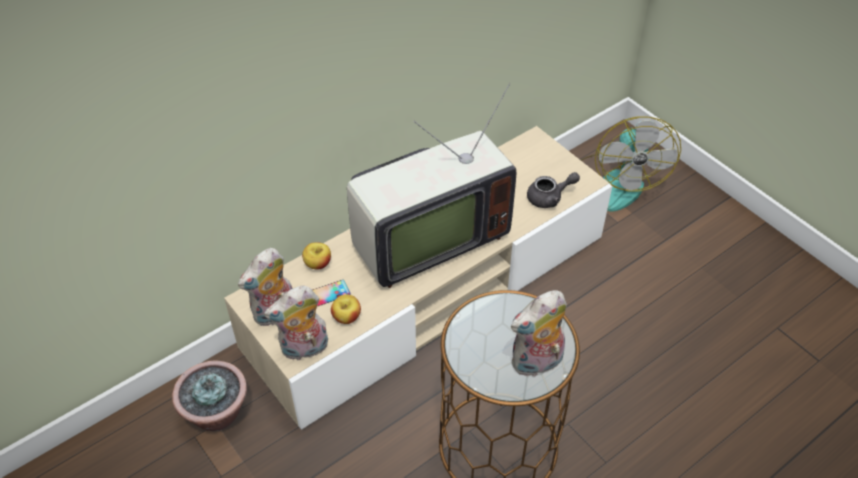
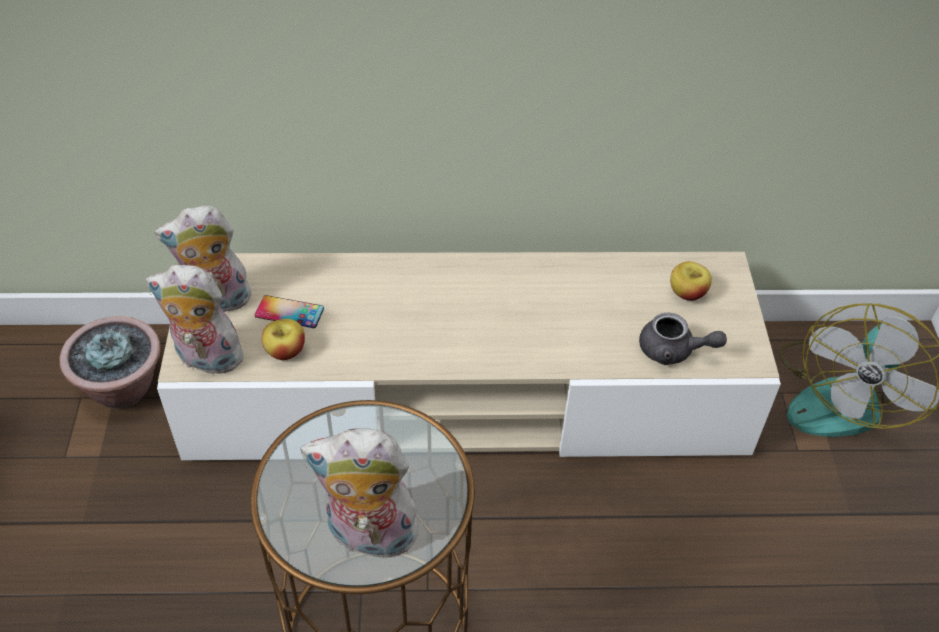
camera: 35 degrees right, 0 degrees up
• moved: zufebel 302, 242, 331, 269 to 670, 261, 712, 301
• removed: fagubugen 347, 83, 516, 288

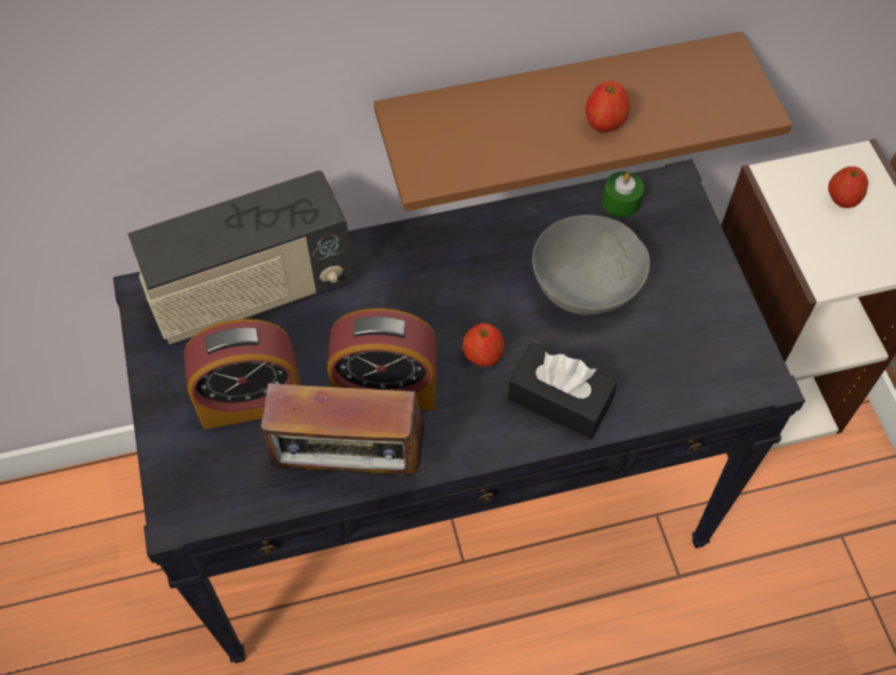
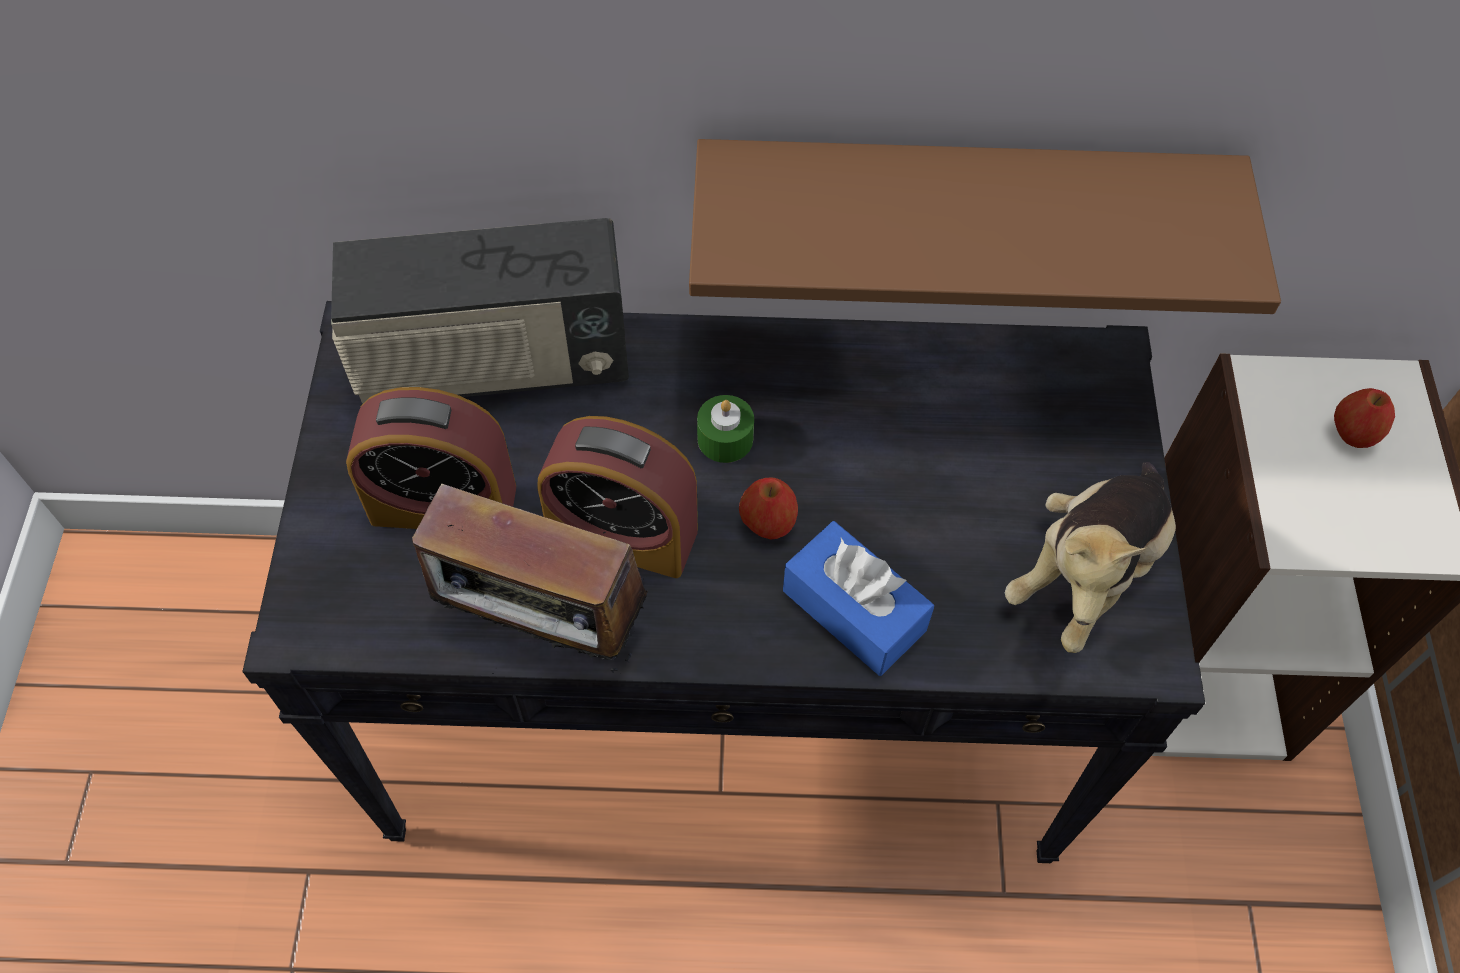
camera: 15 degrees right, 0 degrees up
• recoloured: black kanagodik 508, 342, 617, 439 to blue kanagodik 783, 521, 934, 676
• removed: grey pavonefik 532, 215, 650, 315
• removed: zufebel 585, 81, 630, 132
• moved: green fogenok 602, 172, 644, 218 to 697, 395, 754, 463
• added: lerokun 1005, 462, 1176, 653

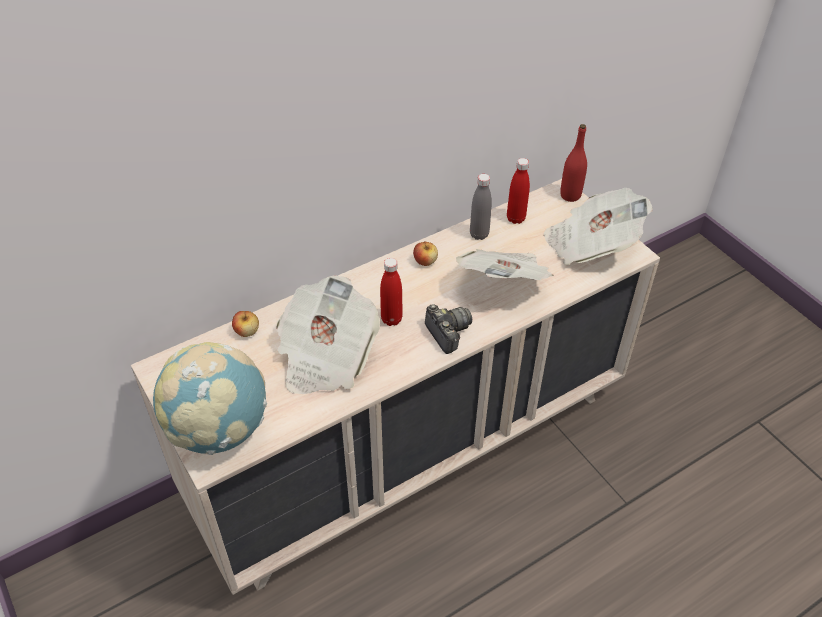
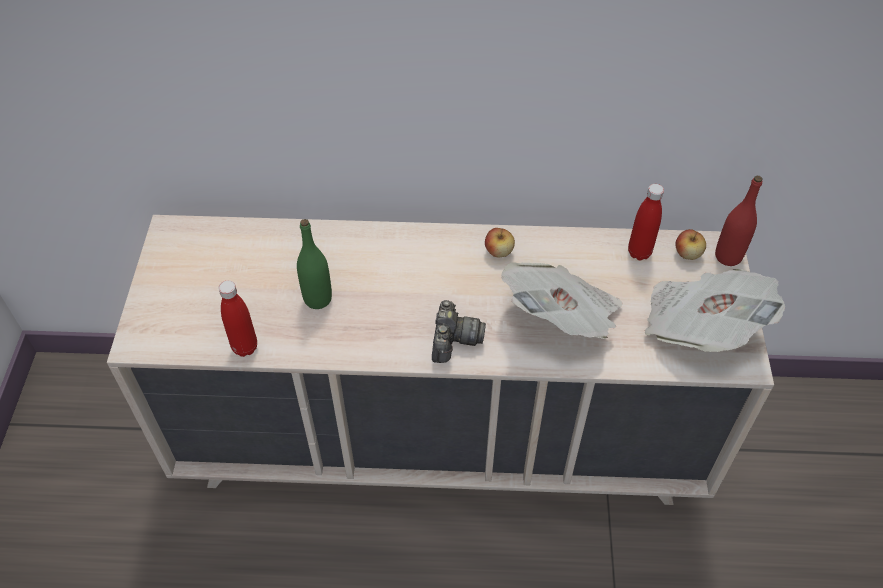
camera: 35 degrees right, 5 degrees up
• removed: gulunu 153, 342, 267, 455
• moved: zufebel 232, 311, 259, 337 to 675, 229, 706, 260
• replaced: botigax 276, 275, 380, 394 to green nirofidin 297, 219, 332, 309
• moved: red nirofidin 380, 258, 403, 326 to 218, 280, 257, 357
• removed: grey nirofidin 470, 174, 492, 240

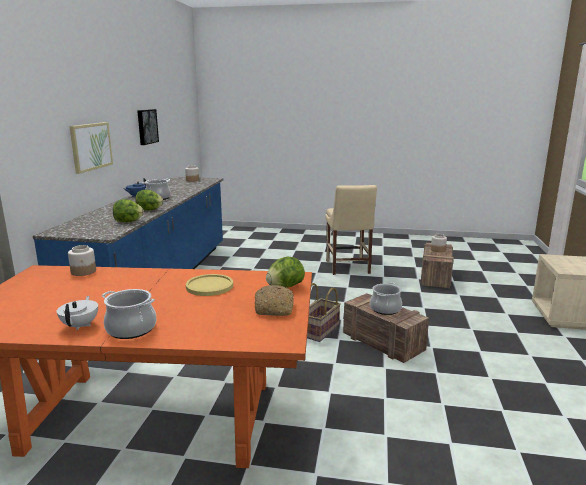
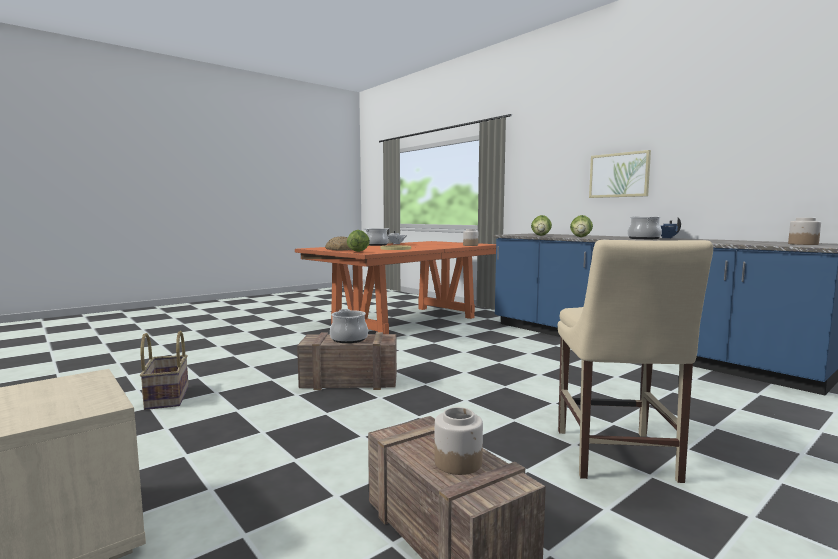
camera: 130 degrees right, 10 degrees down
• removed: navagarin 137, 109, 159, 145
• moved: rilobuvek 307, 283, 341, 342 to 140, 331, 189, 410
• turned: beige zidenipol 325, 185, 377, 275 = 558, 240, 713, 483 120 degrees counterclockwise

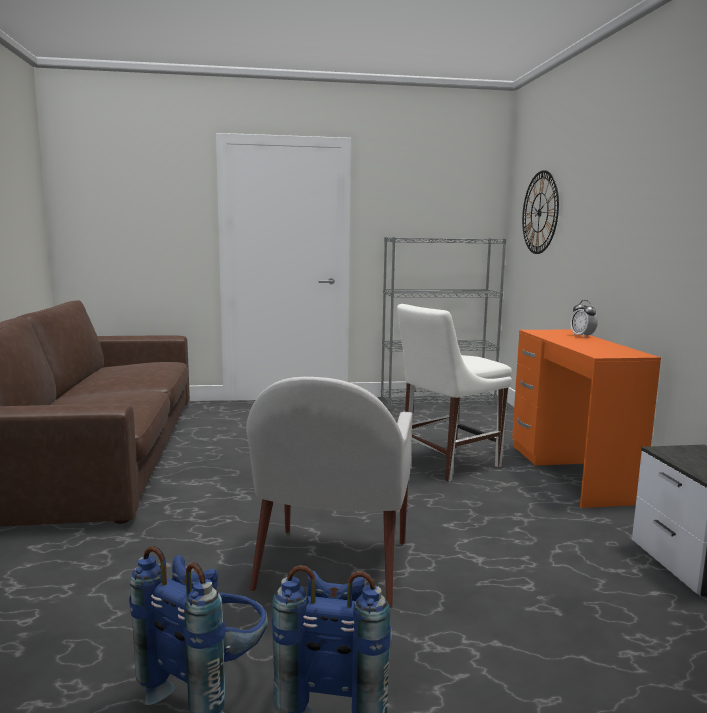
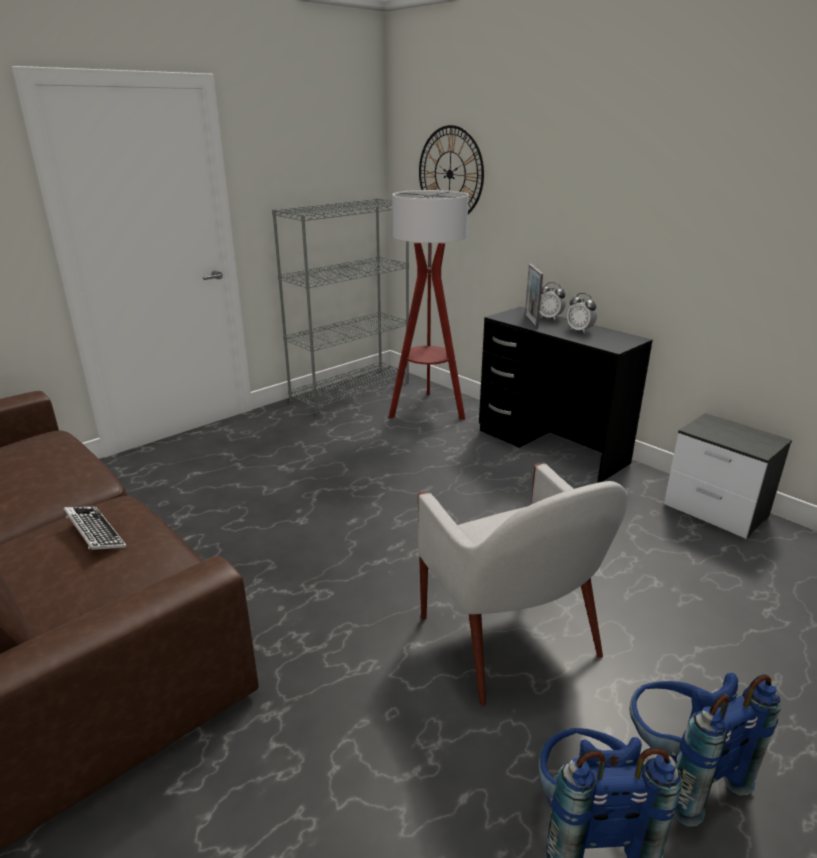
camera: 35 degrees left, 15 degrees up
• removed: white zidenipol 397, 304, 512, 482
• recoloured: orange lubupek 512, 329, 661, 508 to black lubupek 479, 307, 653, 483
• added: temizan 64, 507, 127, 550
• added: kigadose 389, 190, 469, 420
• added: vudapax 525, 264, 543, 328
• added: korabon 567, 293, 597, 333

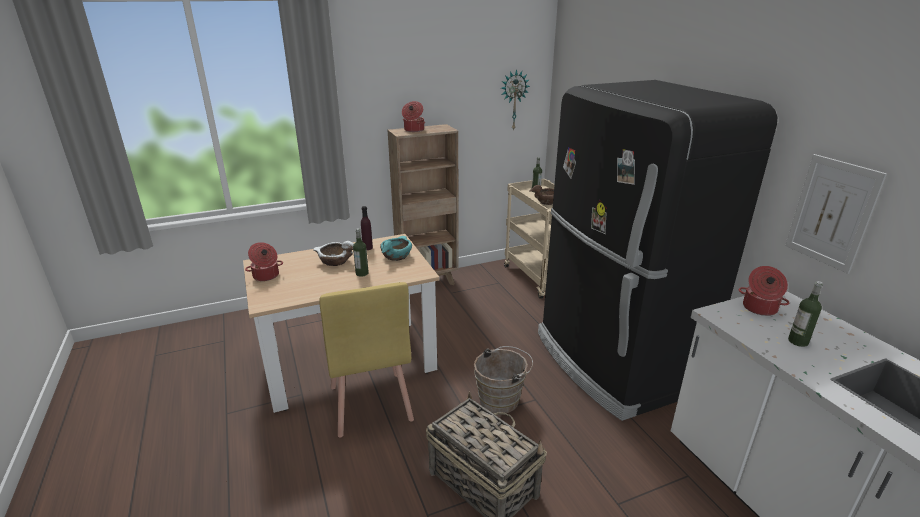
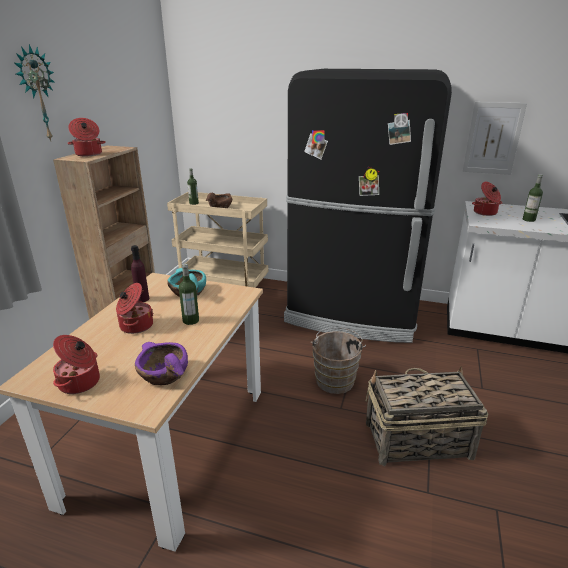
camera: 50 degrees left, 0 degrees up
• replaced: white pavonefik 313, 241, 354, 266 to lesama 116, 283, 154, 334
• removed: yellow zidenipol 319, 282, 414, 438
• moved: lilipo 501, 69, 530, 131 to 15, 44, 55, 141
• added: purple pavonefik 135, 342, 188, 385

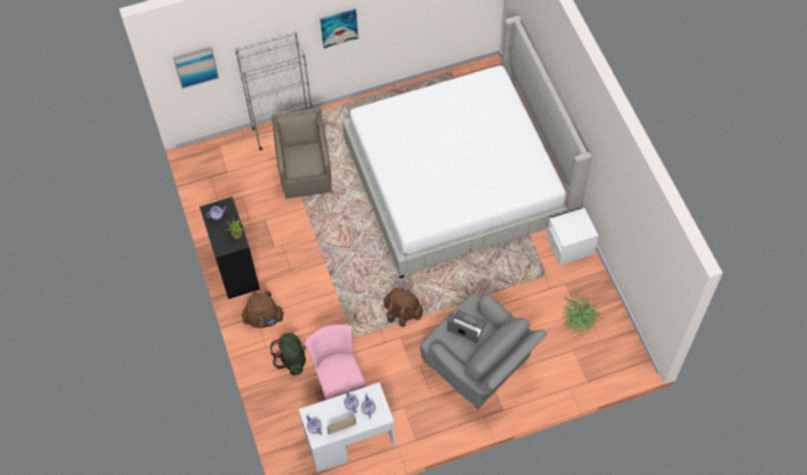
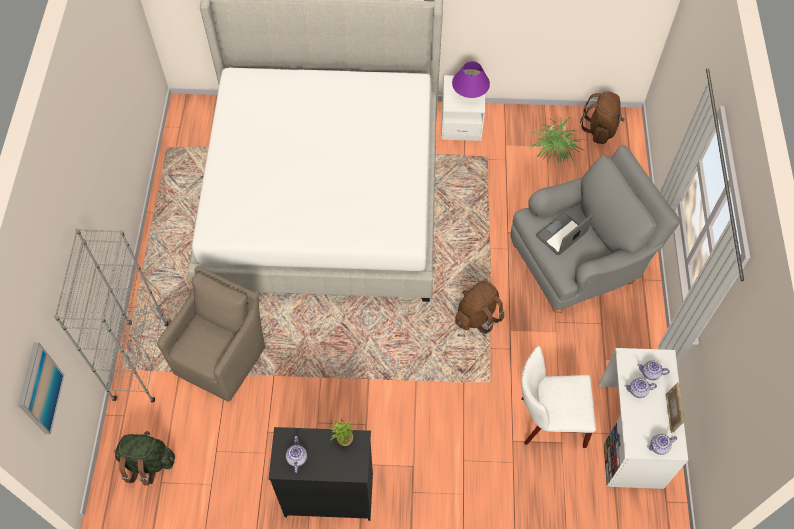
camera: 70 degrees left, 0 degrees up
• moved: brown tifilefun 242, 291, 284, 328 to 580, 91, 625, 144
• moved: green tifilefun 270, 333, 307, 376 to 114, 431, 175, 485
• turned: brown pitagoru 271, 108, 332, 199 = 157, 266, 265, 402 105 degrees clockwise
• recoloured: pink zidenipol 305, 324, 367, 400 to white zidenipol 521, 346, 596, 448
• removed: navagarin 320, 9, 358, 48
• added: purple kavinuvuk 452, 61, 490, 98

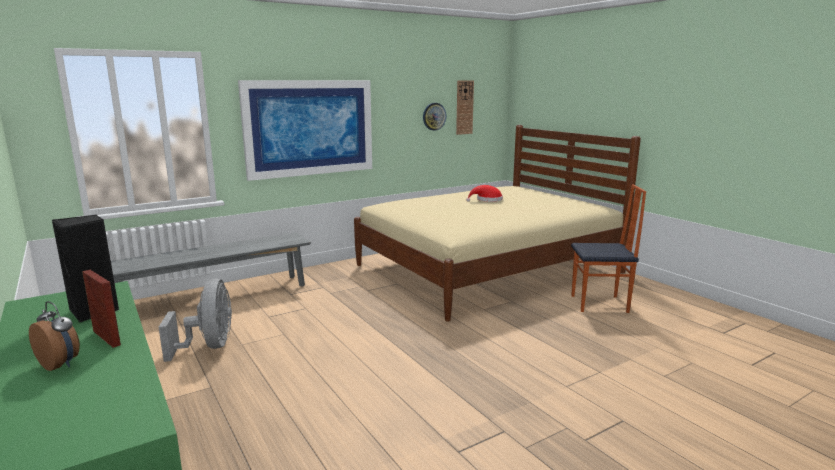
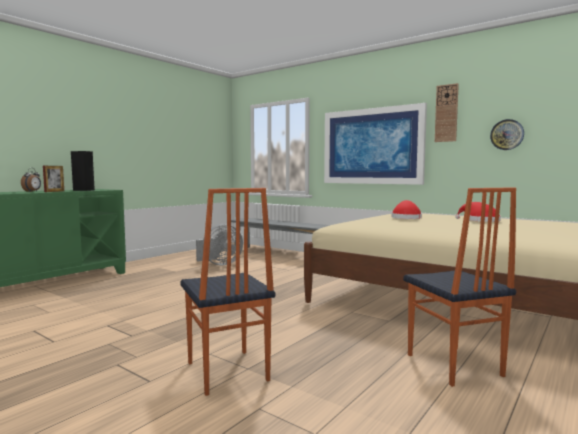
camera: 70 degrees right, 10 degrees down
• moved: lilipo 456, 81, 474, 135 to 435, 83, 459, 142
• added: zidenipol 180, 188, 275, 396
• added: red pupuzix 392, 200, 422, 219

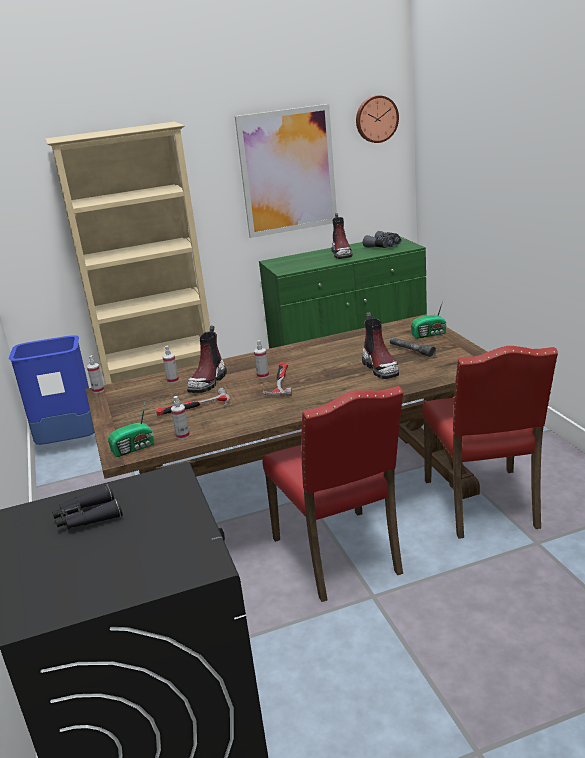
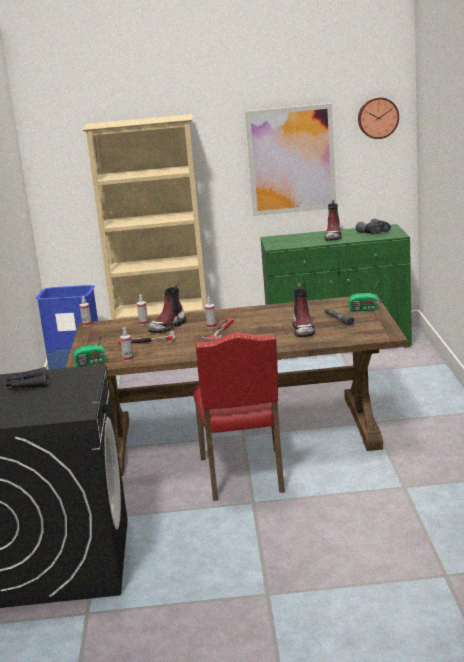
camera: 15 degrees right, 5 degrees down
• removed: red zidenipol 422, 346, 558, 539

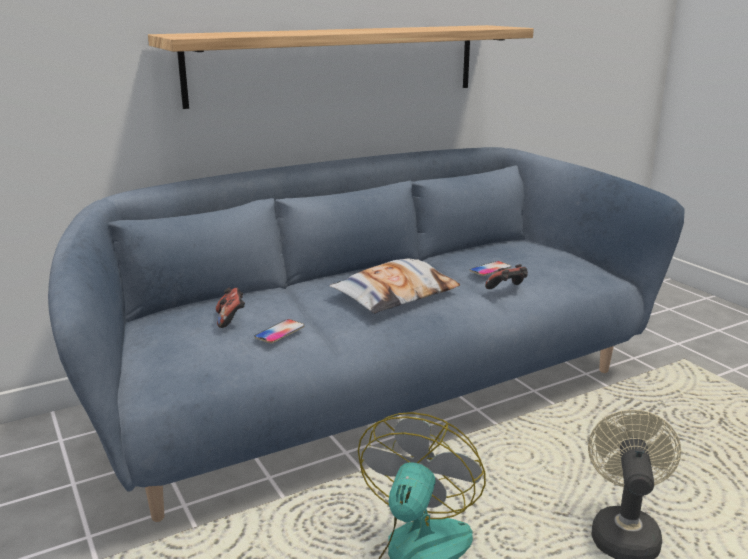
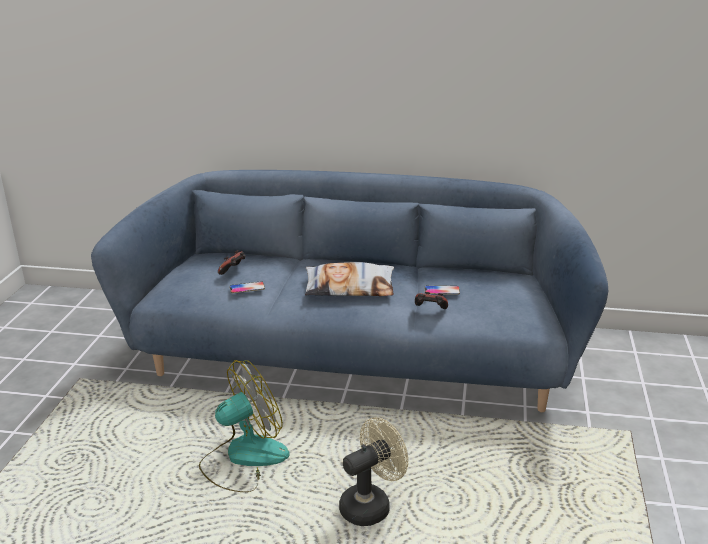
camera: 40 degrees right, 5 degrees up
• removed: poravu 148, 25, 534, 109

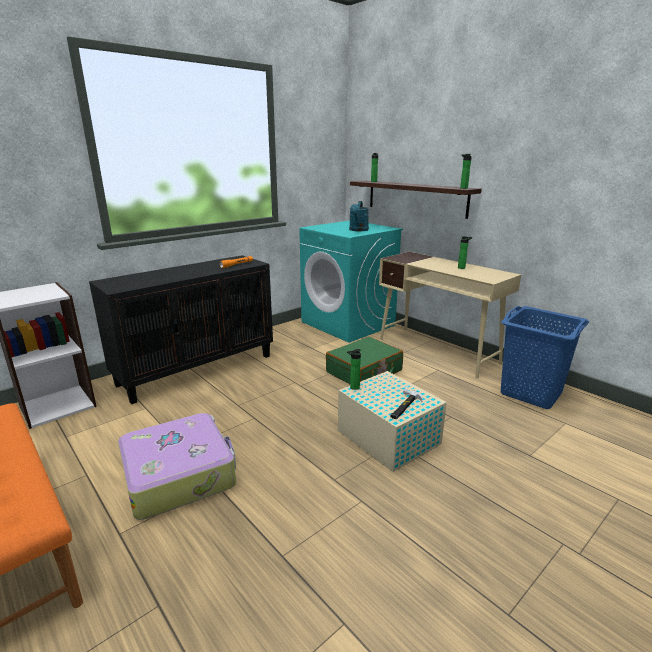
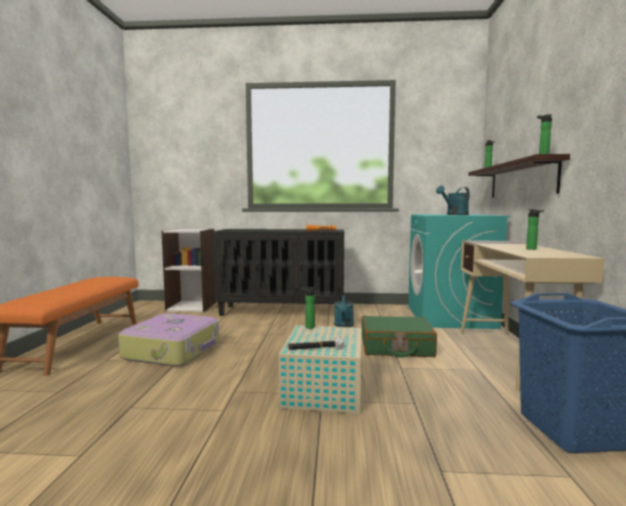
camera: 45 degrees right, 15 degrees down
• added: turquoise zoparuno 334, 295, 354, 327

